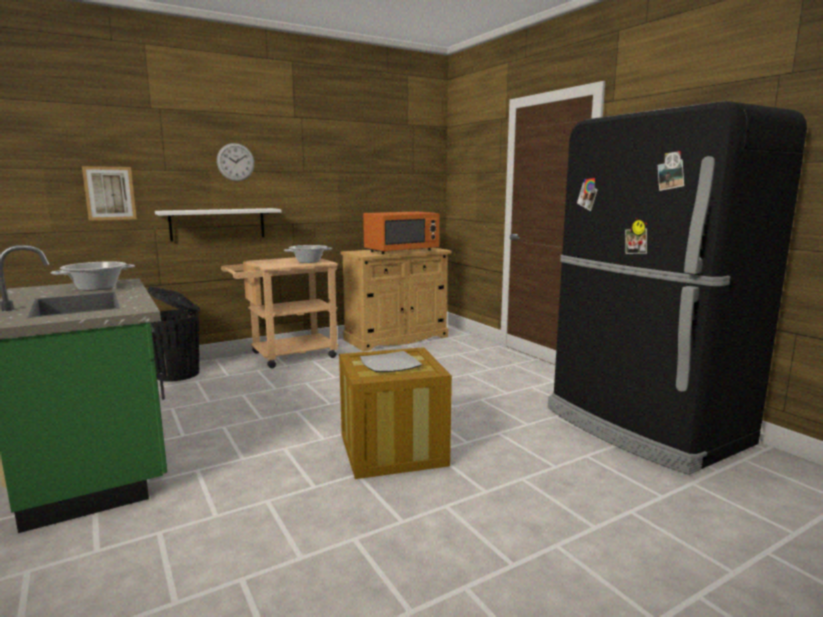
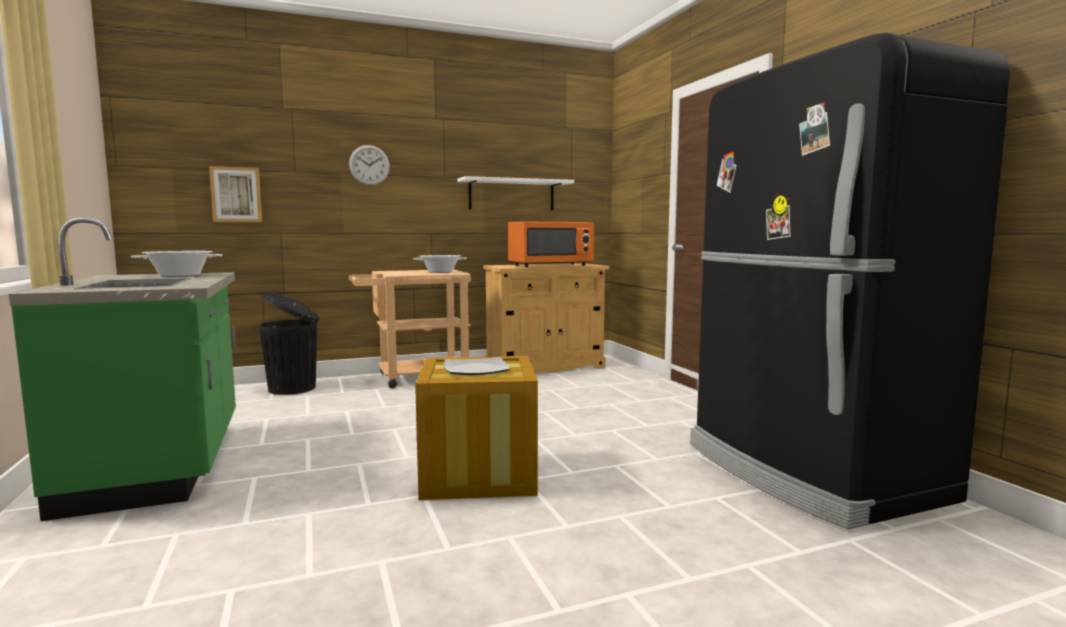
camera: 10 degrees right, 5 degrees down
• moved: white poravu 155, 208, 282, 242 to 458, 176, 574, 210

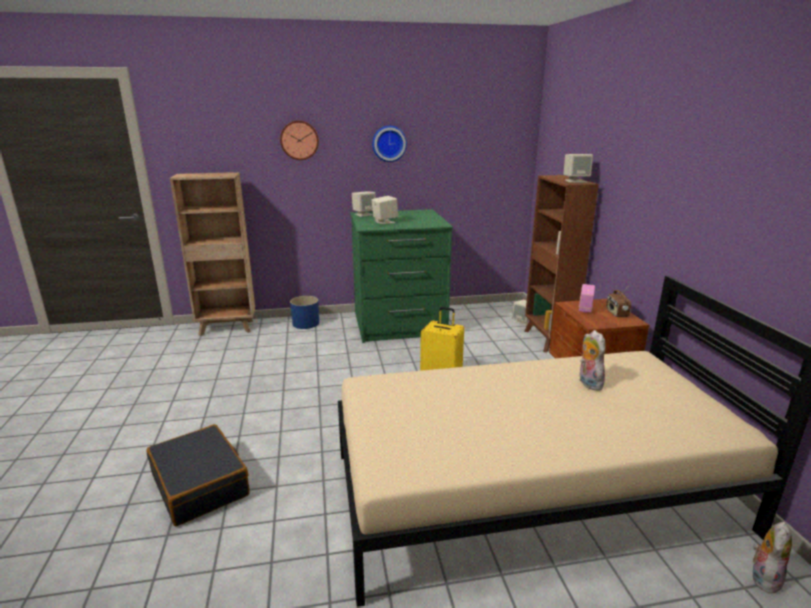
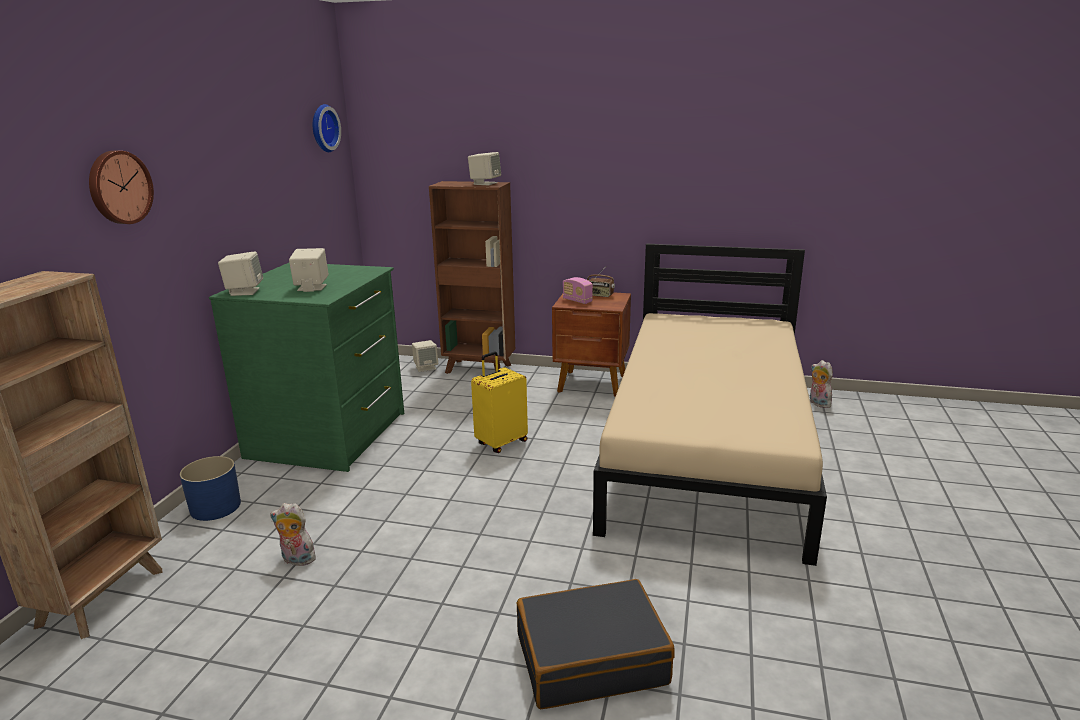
camera: 65 degrees left, 0 degrees up
• moved: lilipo 372, 126, 407, 162 to 313, 104, 341, 152
• moved: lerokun 579, 330, 606, 390 to 270, 503, 316, 566

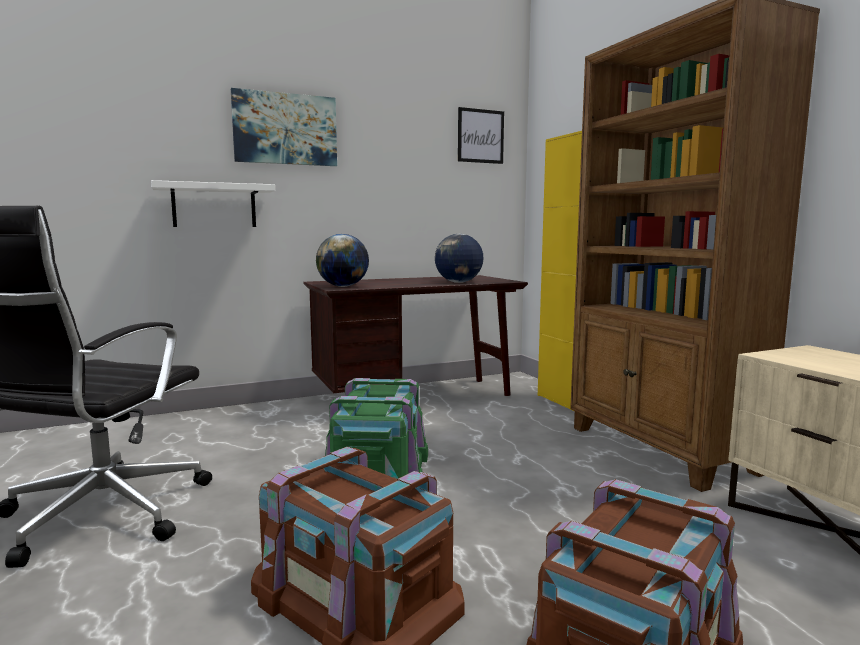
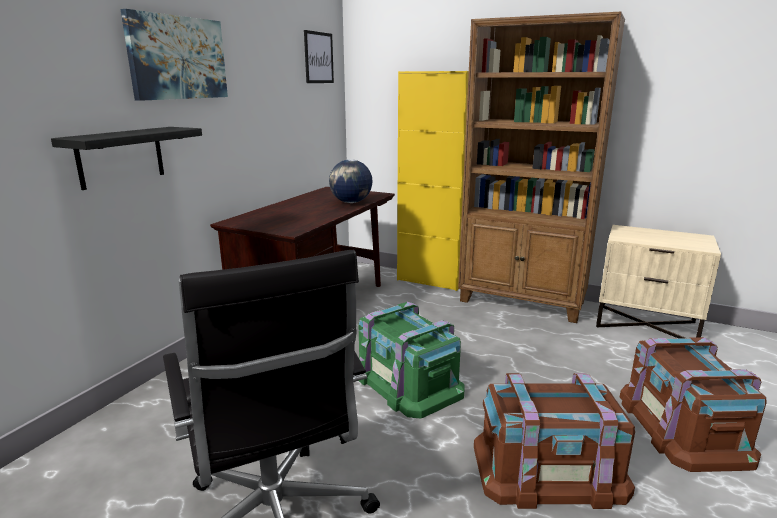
camera: 40 degrees left, 10 degrees up
• recoloured: white poravu 151, 180, 275, 227 to black poravu 51, 127, 202, 190
• removed: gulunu 316, 234, 369, 287

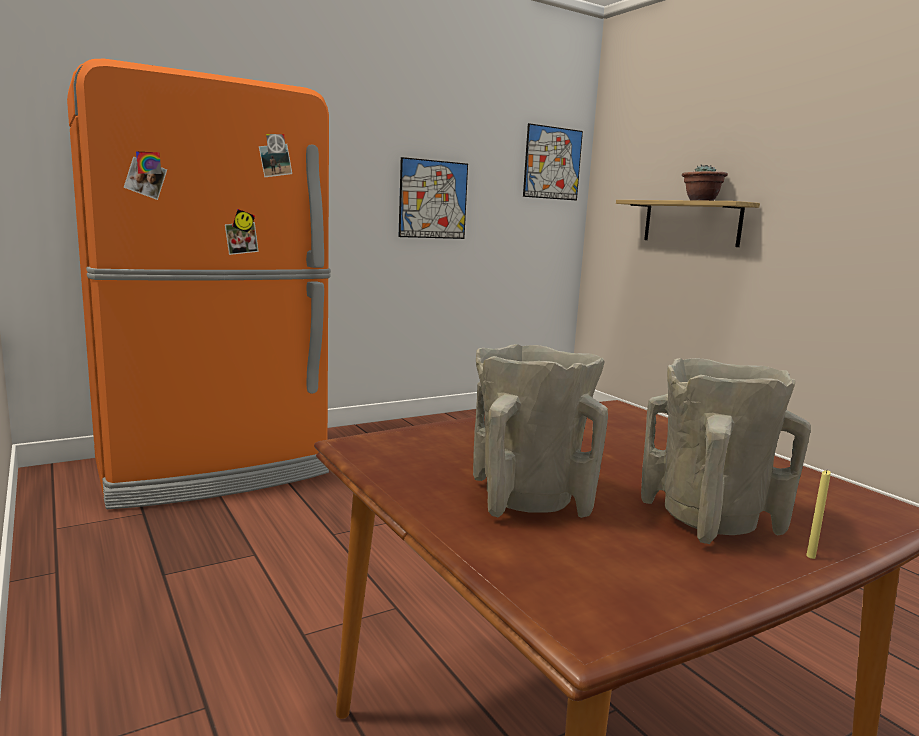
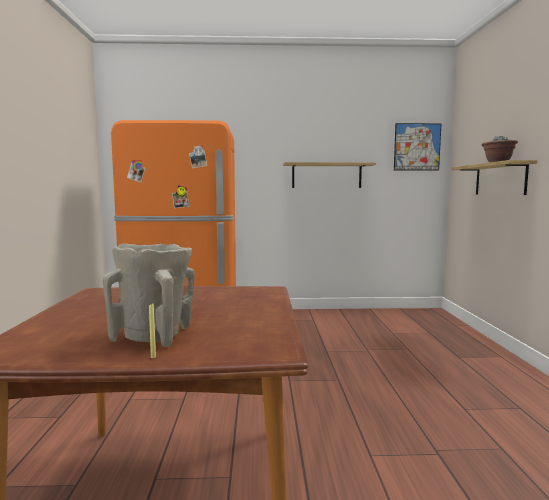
camera: 30 degrees right, 5 degrees down
• replaced: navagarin 399, 157, 468, 239 to poravu 283, 162, 376, 188
• removed: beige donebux 473, 344, 608, 518

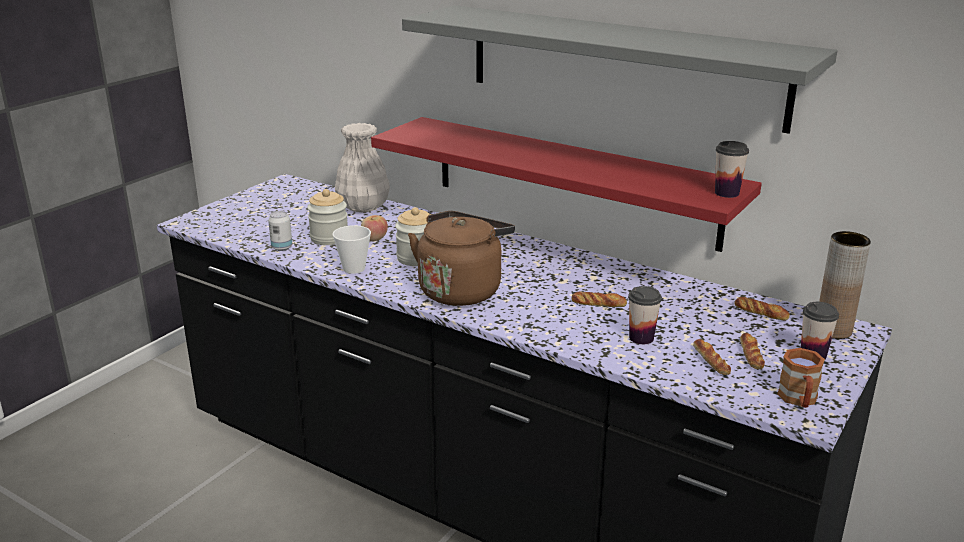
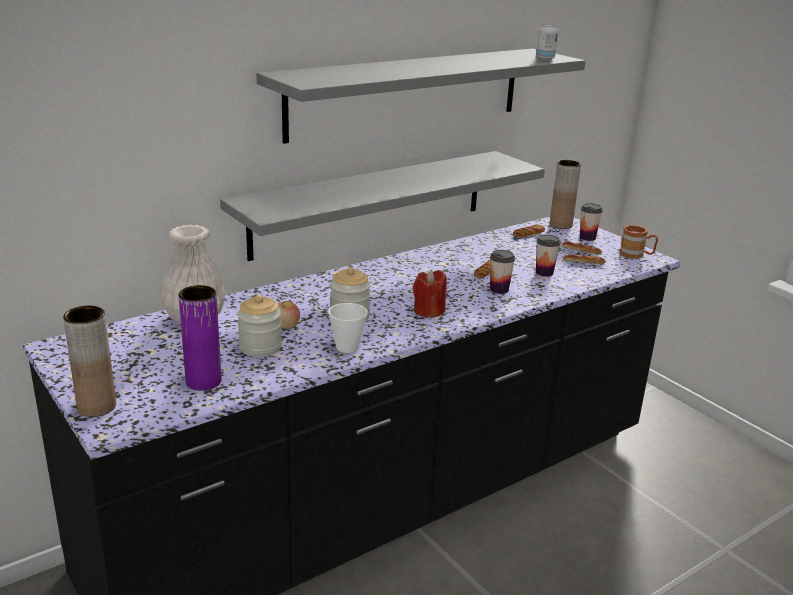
camera: 70 degrees left, 0 degrees up
• moved: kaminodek 268, 211, 292, 251 to 536, 24, 558, 60
• recoloured: red poravu 371, 117, 762, 252 to grey poravu 220, 151, 545, 261
• replaced: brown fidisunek 408, 211, 515, 306 to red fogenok 413, 270, 447, 318
• moved: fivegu 715, 141, 749, 198 to 490, 250, 515, 294
• added: brown donebux 63, 306, 116, 417
• added: purple donebux 178, 285, 221, 391

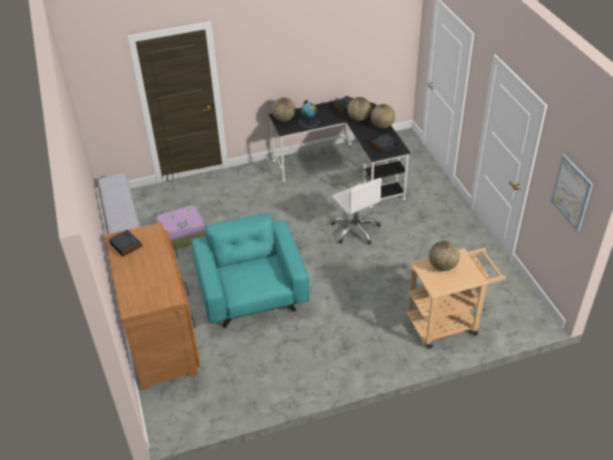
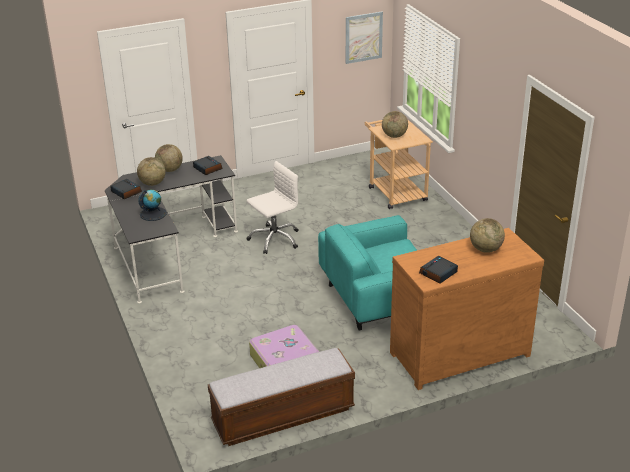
camera: 95 degrees left, 10 degrees down
• moved: gulunu 272, 97, 296, 122 to 470, 218, 505, 253

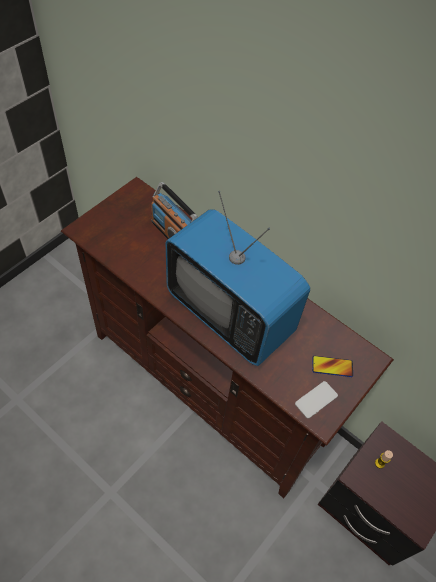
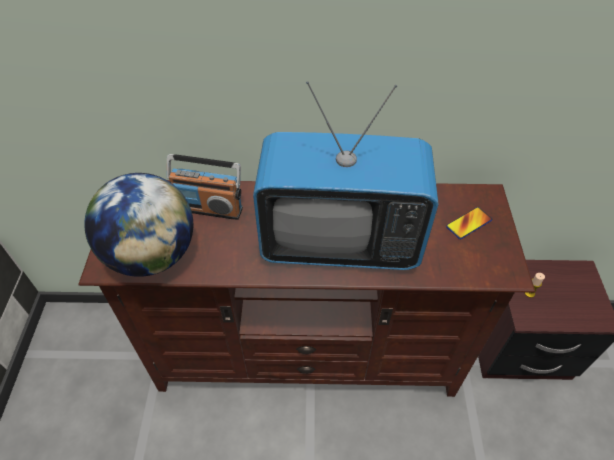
camera: 35 degrees left, 5 degrees down
• removed: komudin 295, 381, 338, 419
• added: gulunu 84, 173, 193, 277

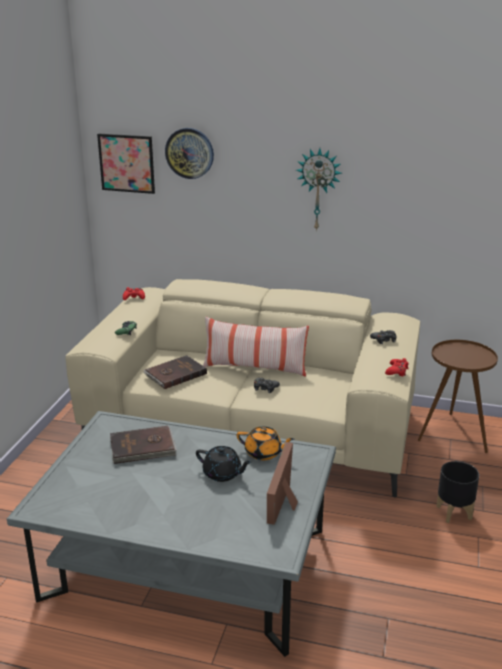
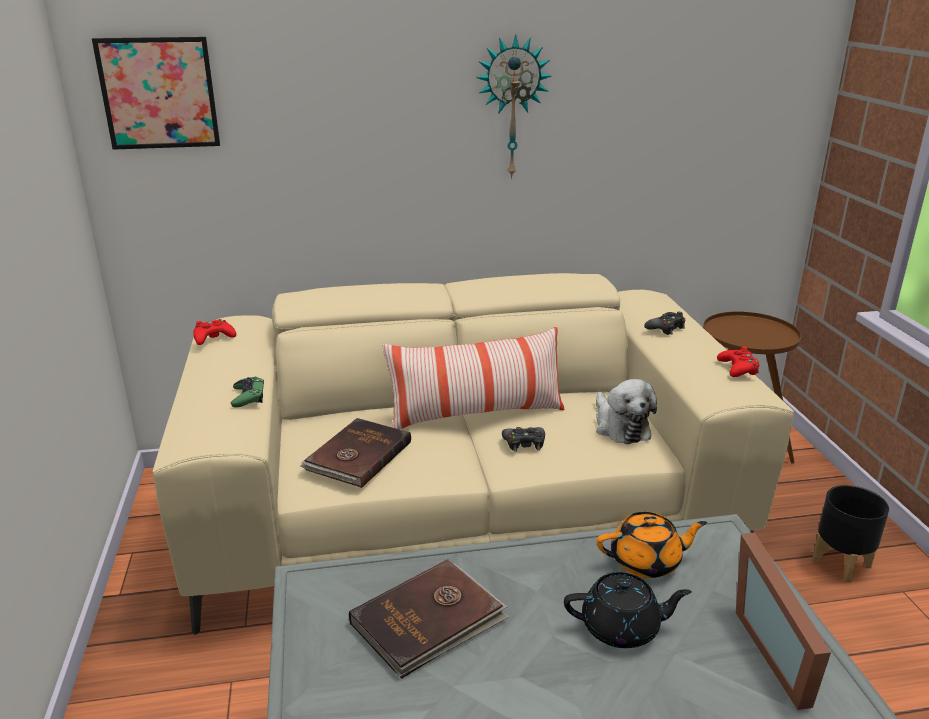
camera: 25 degrees left, 0 degrees up
• removed: lilipo 165, 128, 214, 179
• added: lerokun 596, 379, 657, 444

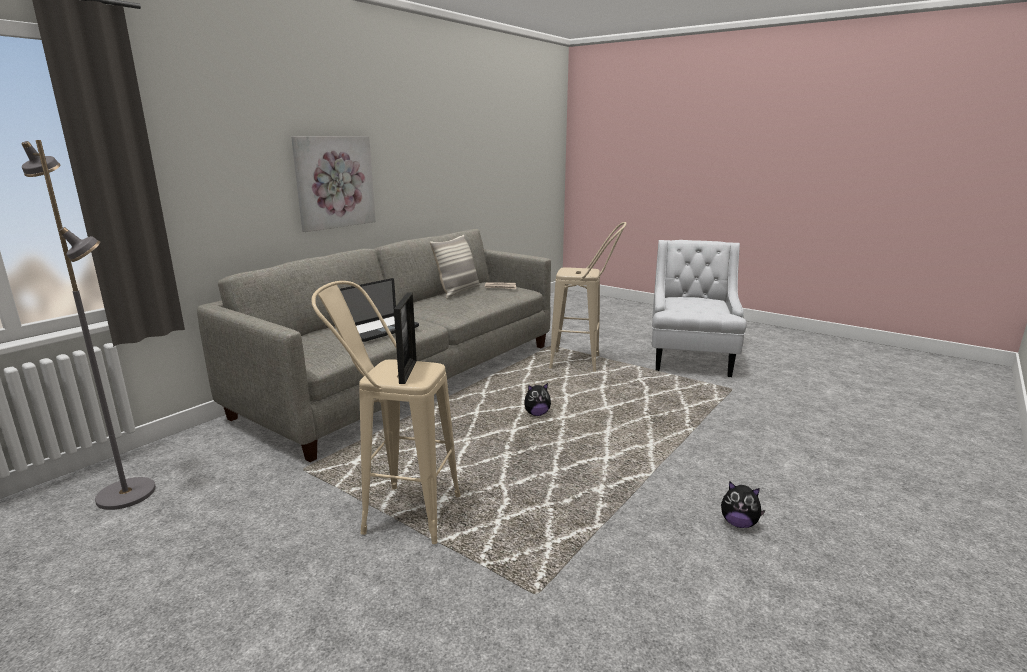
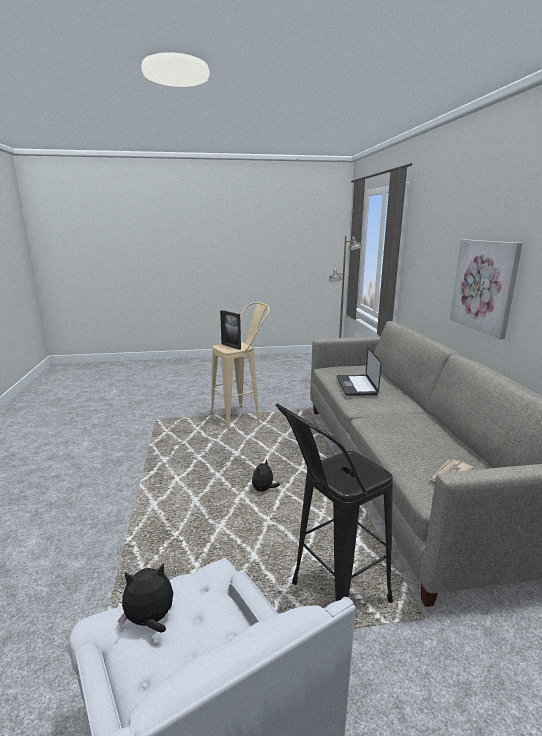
camera: 135 degrees right, 0 degrees up
• removed: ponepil 430, 235, 480, 299
• recoloured: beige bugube 549, 222, 627, 372 to black bugube 275, 403, 393, 603
• moved: lerokun 721, 481, 765, 528 to 118, 563, 173, 633

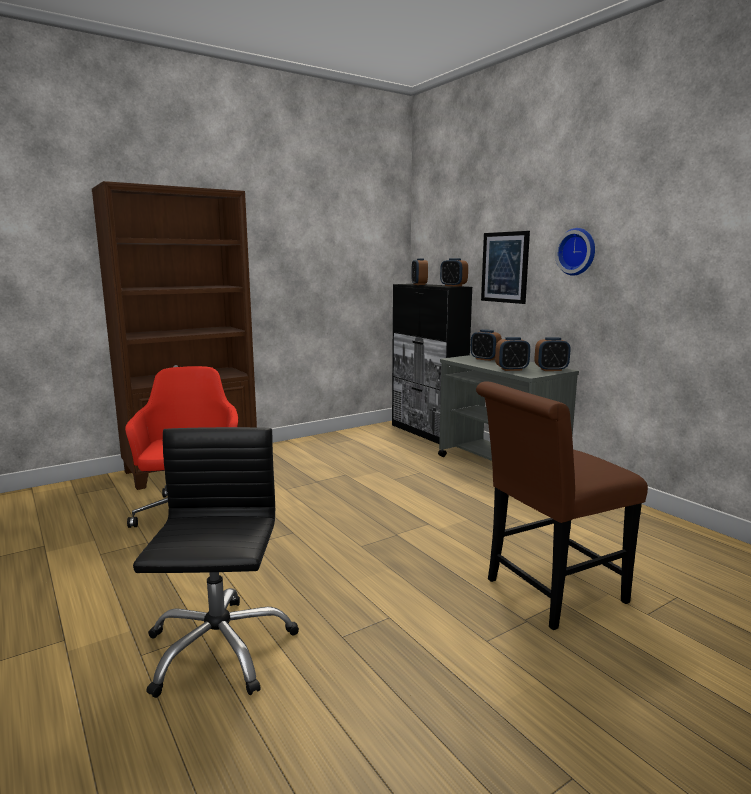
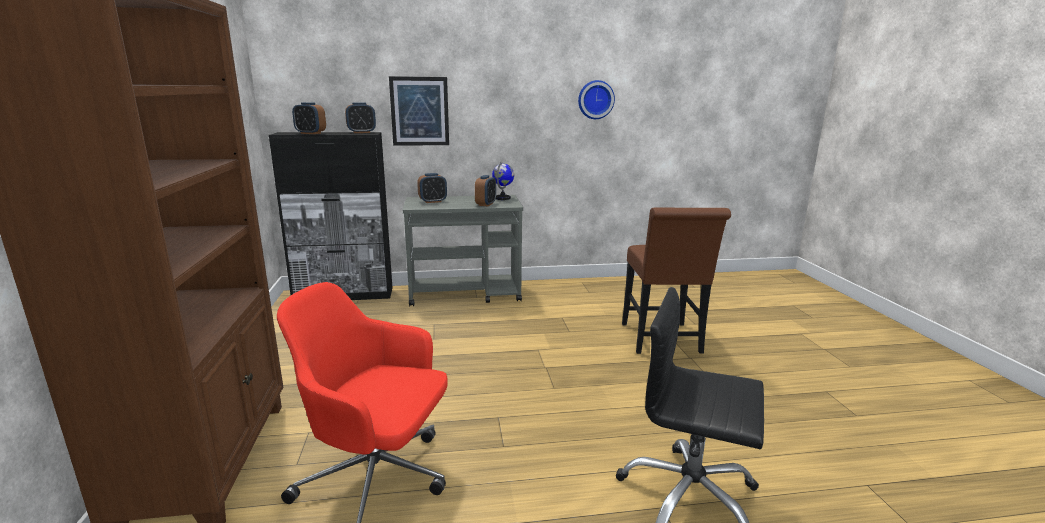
camera: 65 degrees left, 5 degrees up
• replaced: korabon 534, 337, 571, 371 to gulunu 492, 161, 514, 200
• moved: lilipo 555, 228, 595, 276 to 578, 80, 615, 119

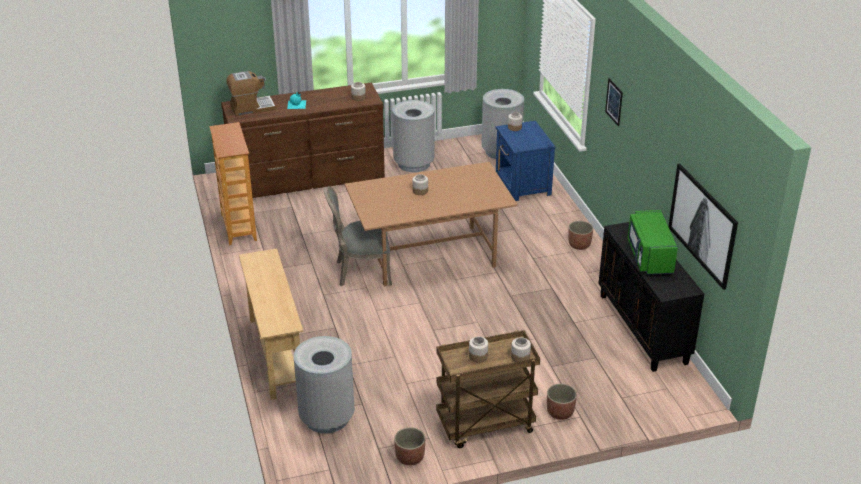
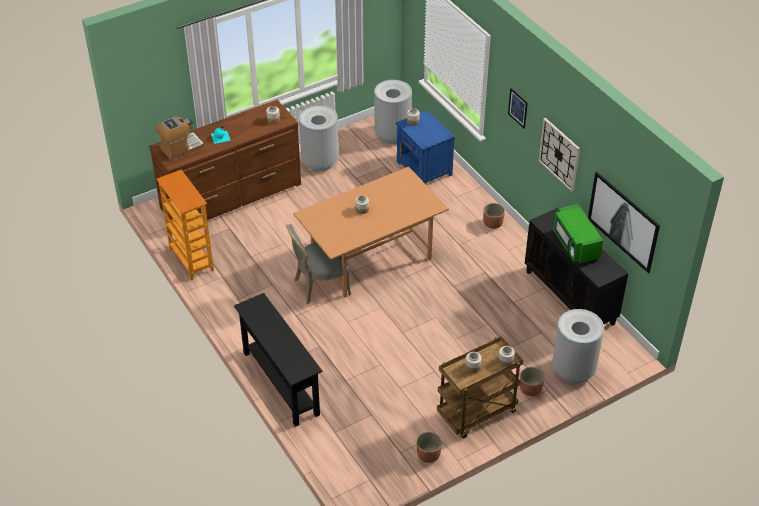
camera: 15 degrees left, 10 degrees up
• recoloured: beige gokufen 239, 249, 303, 400 to black gokufen 234, 293, 322, 427
• moved: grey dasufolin 294, 336, 355, 433 to 552, 309, 604, 384
• added: lilipo 539, 118, 580, 192

